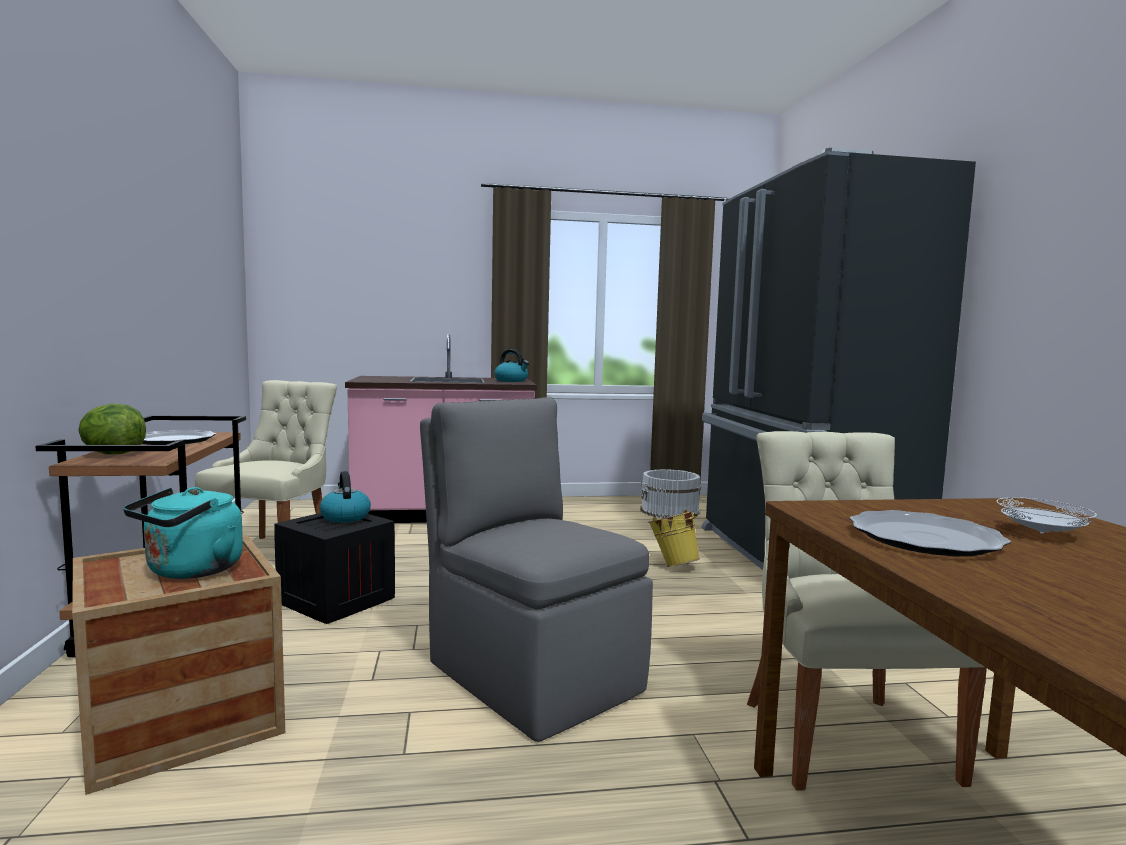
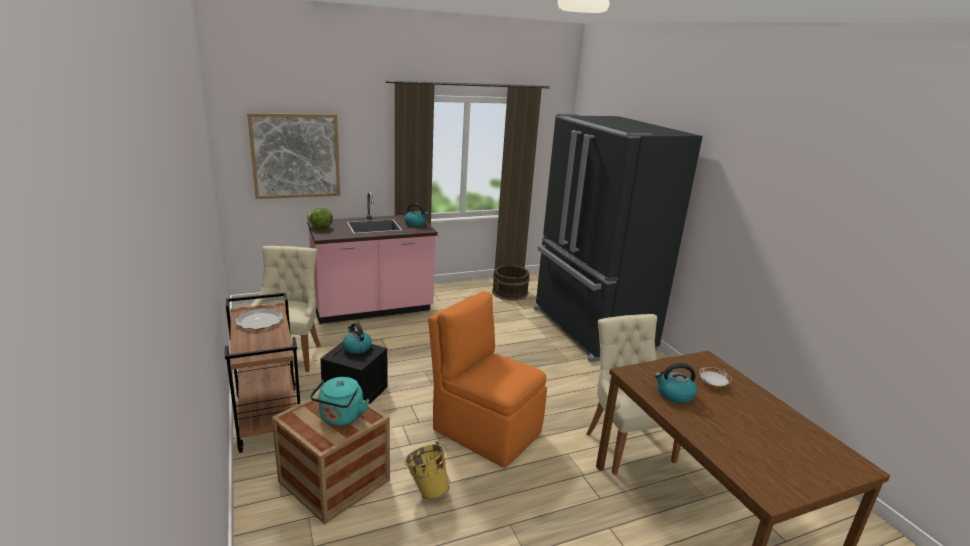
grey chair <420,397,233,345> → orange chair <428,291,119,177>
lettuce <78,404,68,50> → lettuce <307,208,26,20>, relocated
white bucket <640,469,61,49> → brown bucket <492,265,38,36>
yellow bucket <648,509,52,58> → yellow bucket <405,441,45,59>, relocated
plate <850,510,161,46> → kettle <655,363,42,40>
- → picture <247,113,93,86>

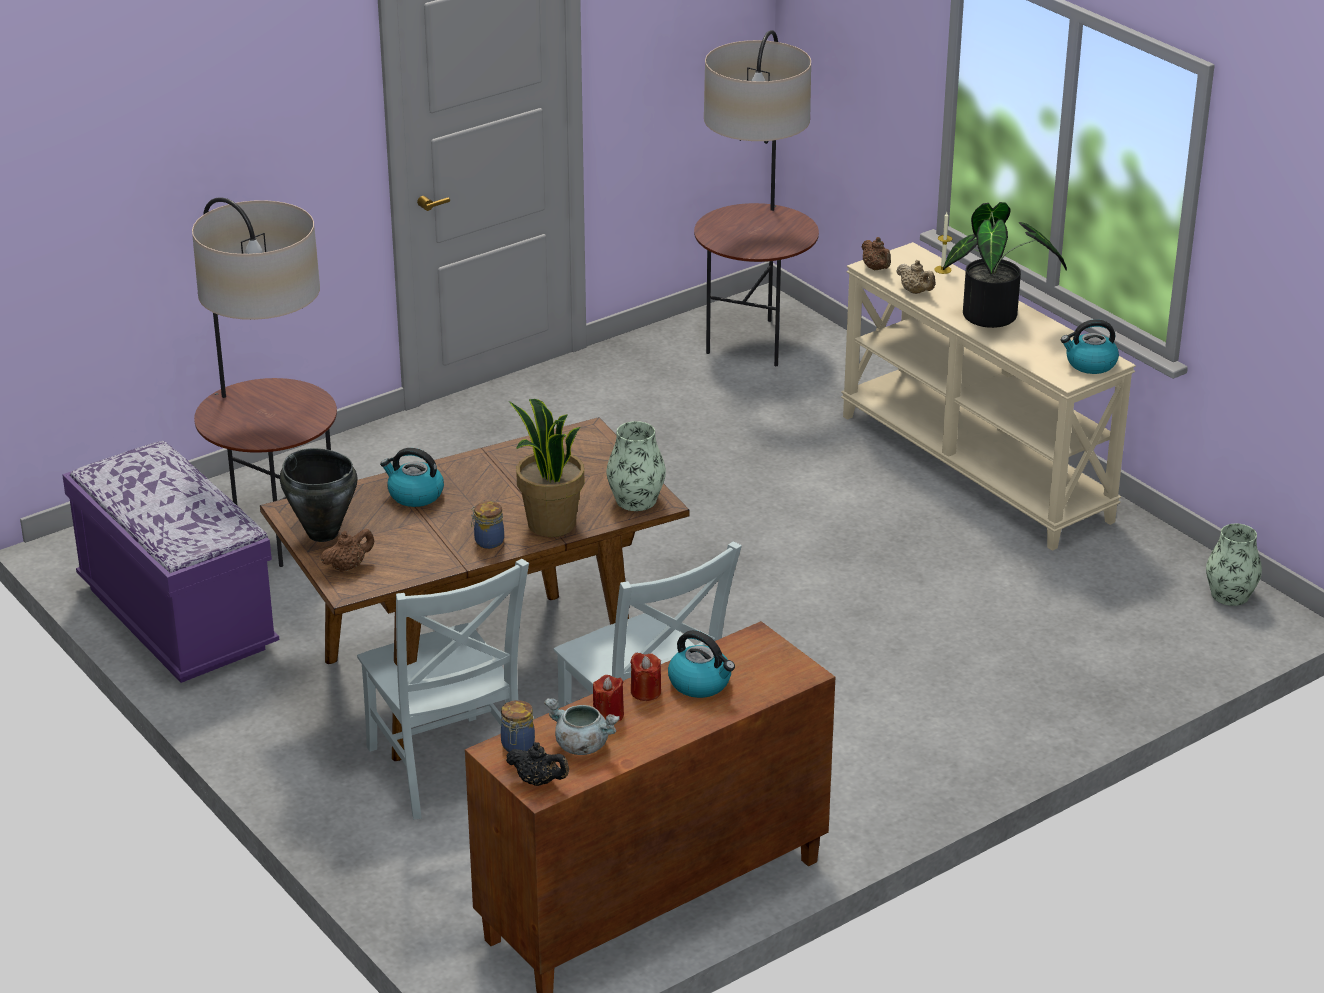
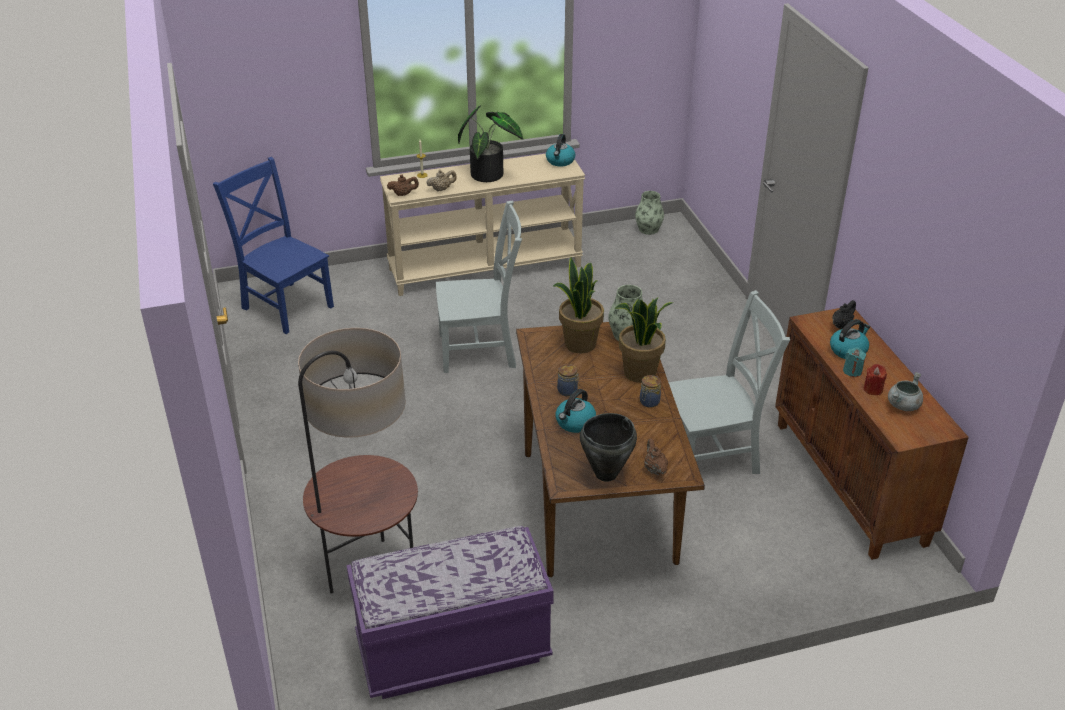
floor lamp <694,30,125,336> → blue chair <213,157,121,177>
grey chair <357,559,172,260> → grey chair <436,201,86,172>, relocated
red candle <630,653,31,48> → turquoise candle <843,347,23,30>
jar <501,700,34,52> → jar <557,364,22,32>, relocated
black teapot <506,742,63,44> → black teapot <832,300,24,29>, relocated
- → potted plant <553,257,51,97>

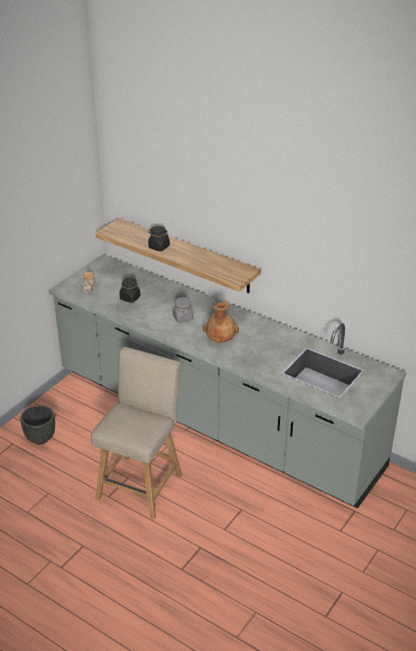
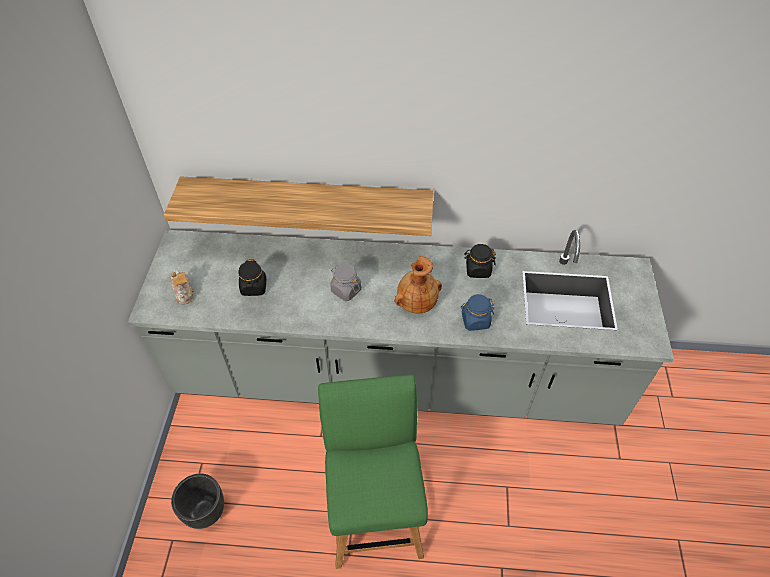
black jar <148,226,22,25> → black jar <464,244,32,34>, relocated
beige chair <91,347,91,172> → green chair <318,375,110,194>
- → blue jar <460,294,34,37>

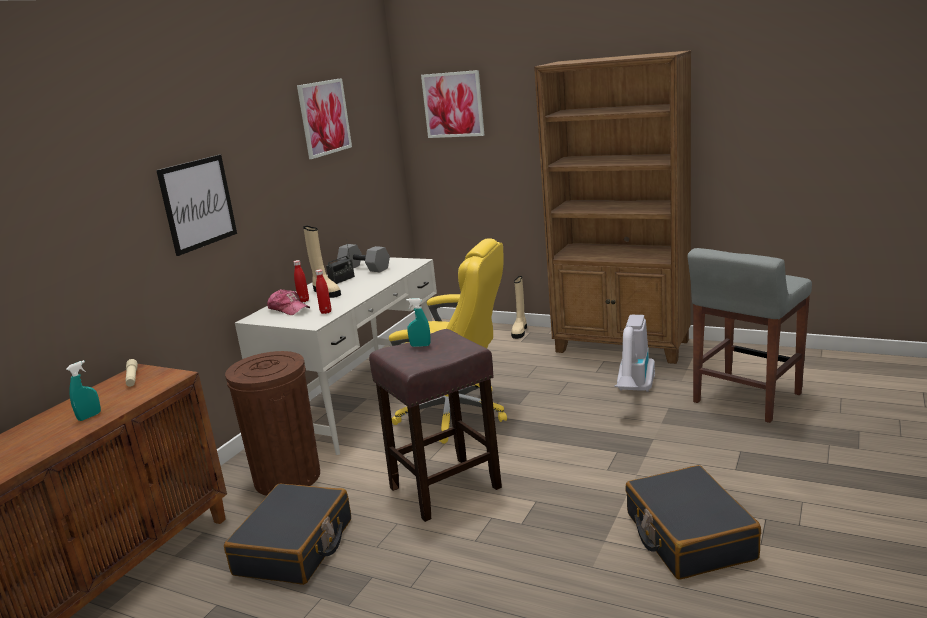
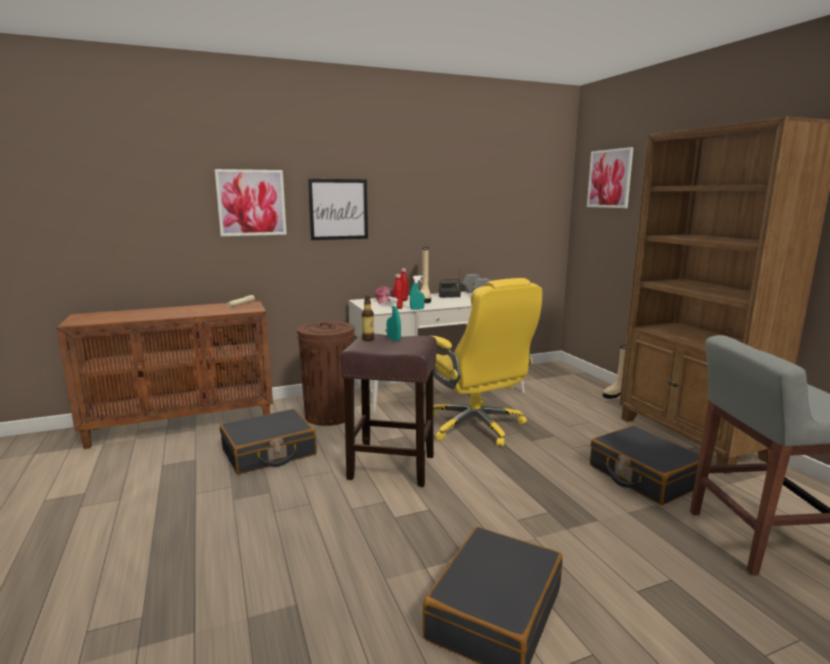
picture <297,78,55,81> → picture <215,169,72,67>, relocated
vacuum cleaner <614,315,41,77> → black suitcase <590,425,110,80>
turquoise spray bottle <66,360,35,61> → turquoise spray bottle <410,276,15,34>, relocated
- → bottle <362,296,13,45>

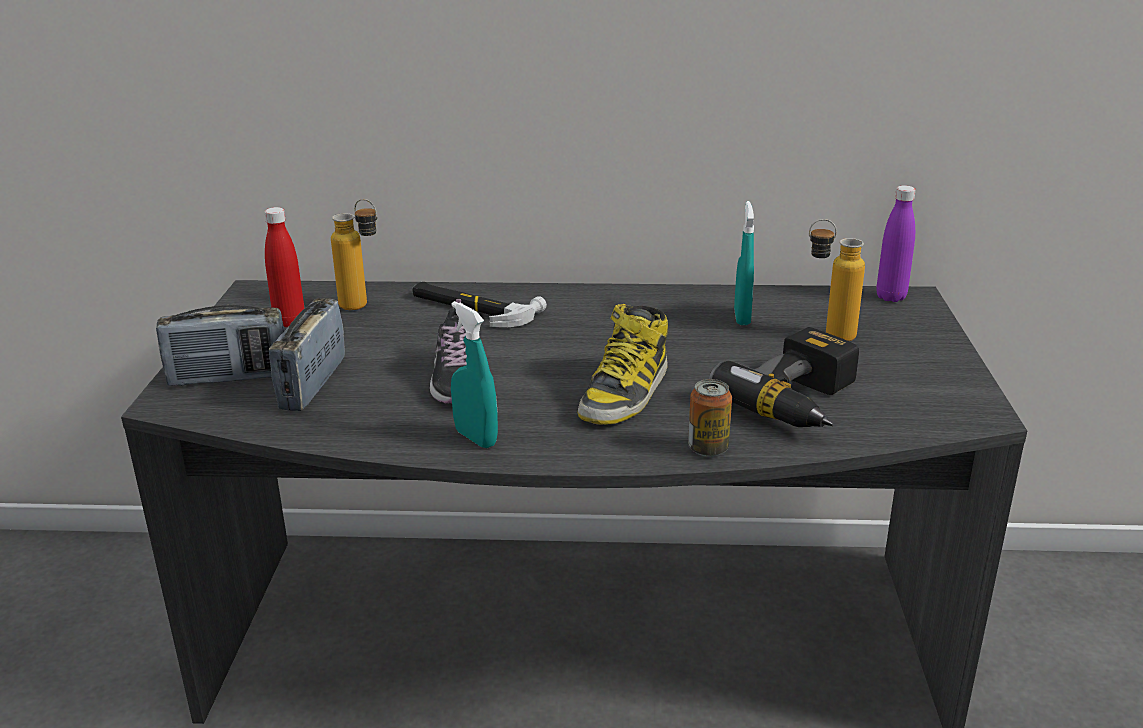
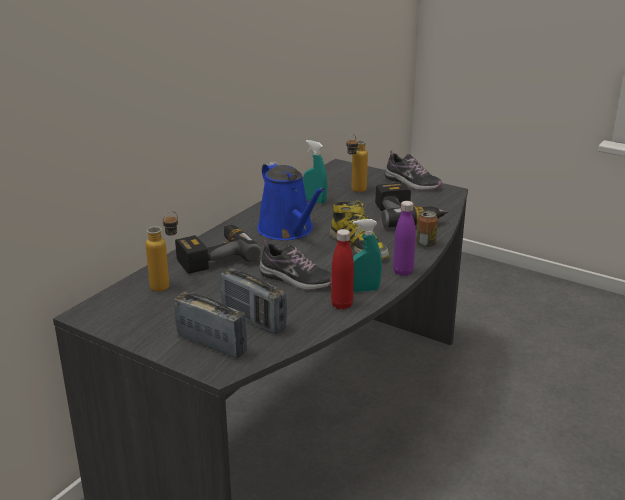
purple bottle <876,186,40,116> → purple bottle <393,201,23,75>, relocated
red bottle <264,207,41,120> → red bottle <331,229,23,81>, relocated
hammer <412,282,135,45> → power drill <175,225,86,49>
radio <156,305,128,81> → radio <174,291,73,68>, 75 degrees counterclockwise
- → shoe <384,150,58,40>
- → blue watering can <257,161,68,79>

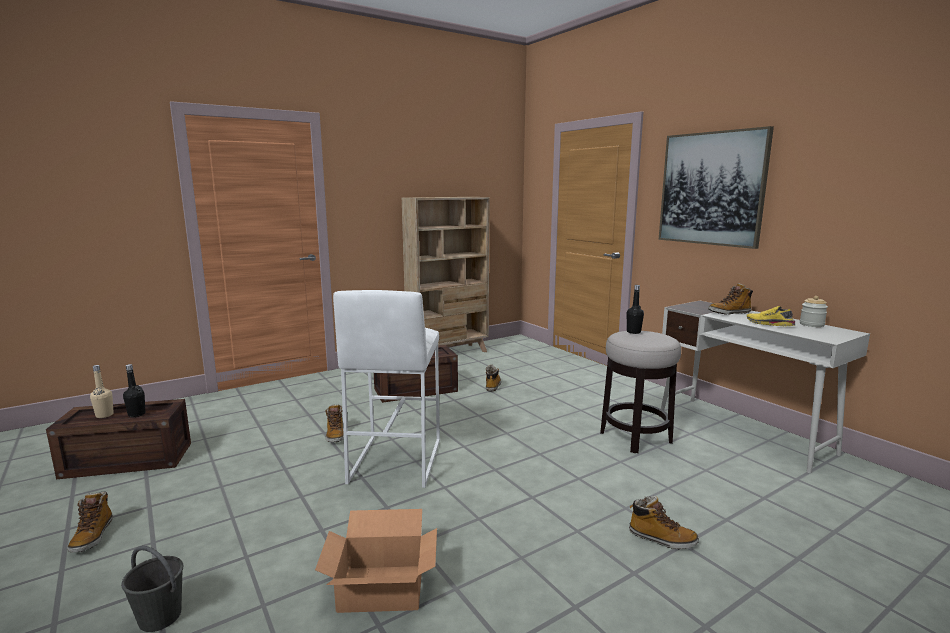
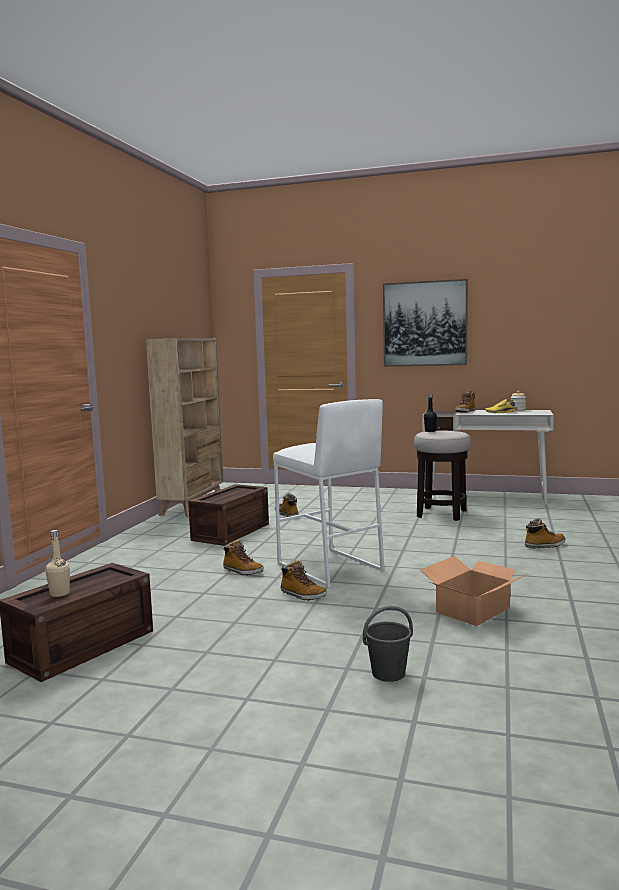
black bottle <123,364,22,53> → -
boot <67,491,46,62> → boot <281,560,46,41>, relocated

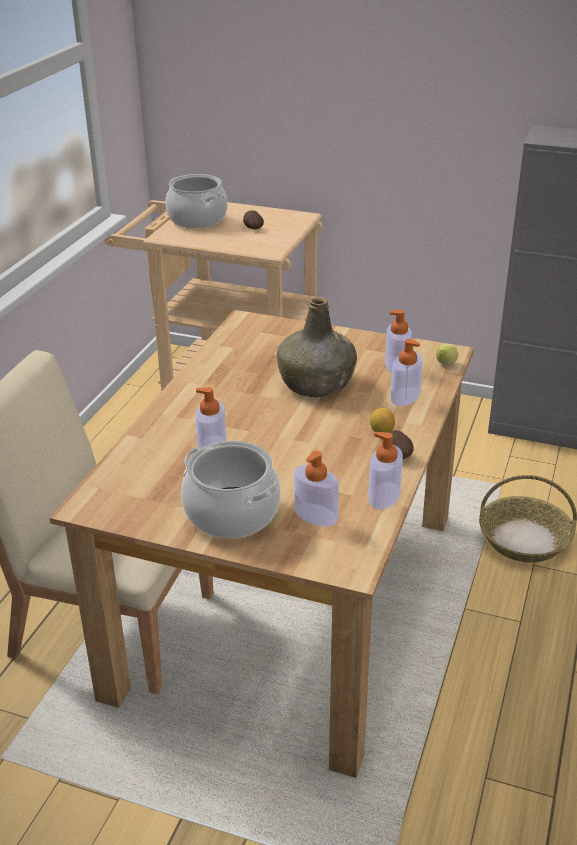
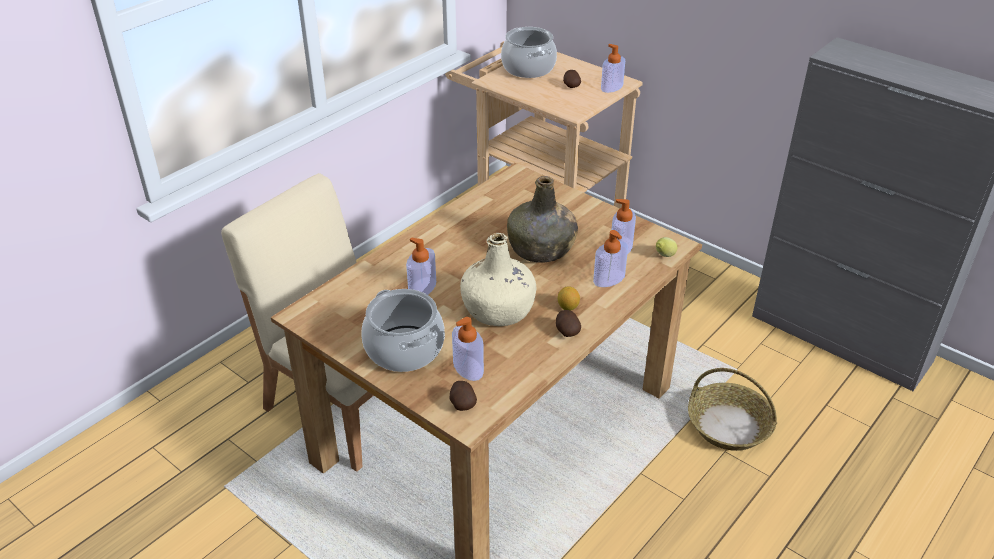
soap dispenser <369,432,34,78> → soap dispenser <601,44,24,49>, relocated
- → beige bottle <460,233,76,93>
- → potato <450,381,27,30>

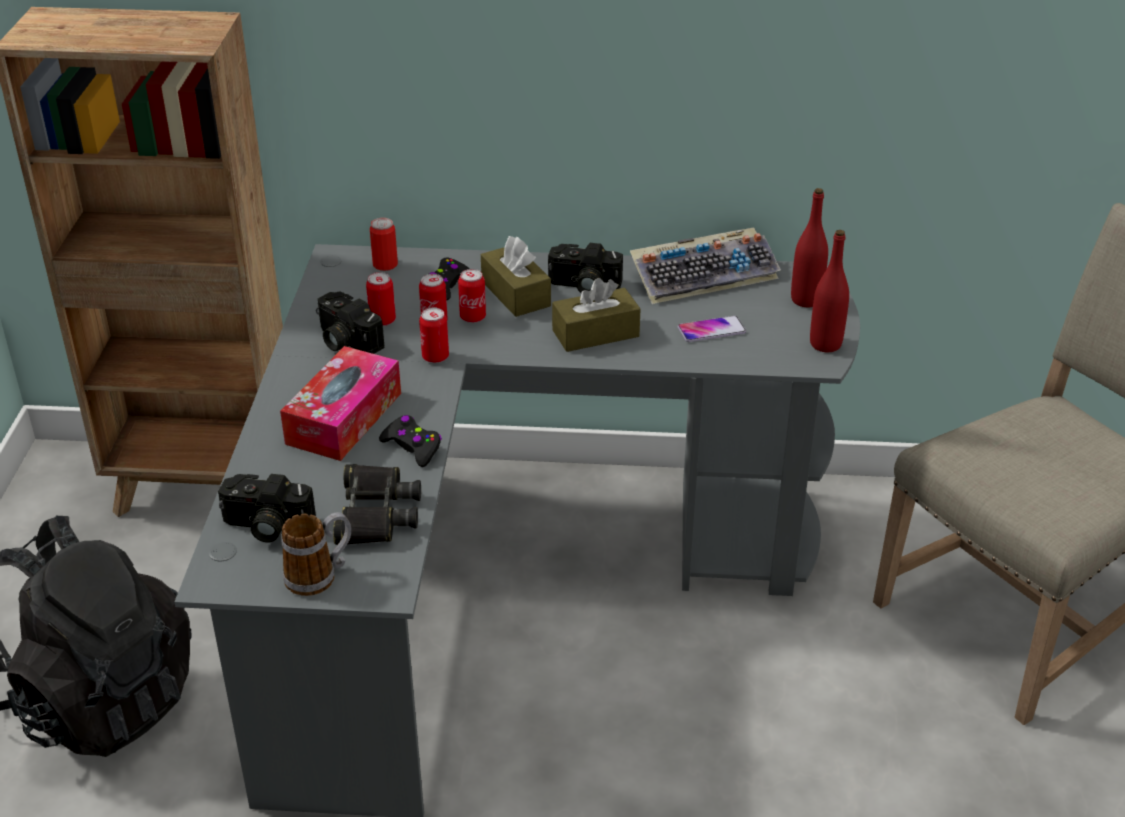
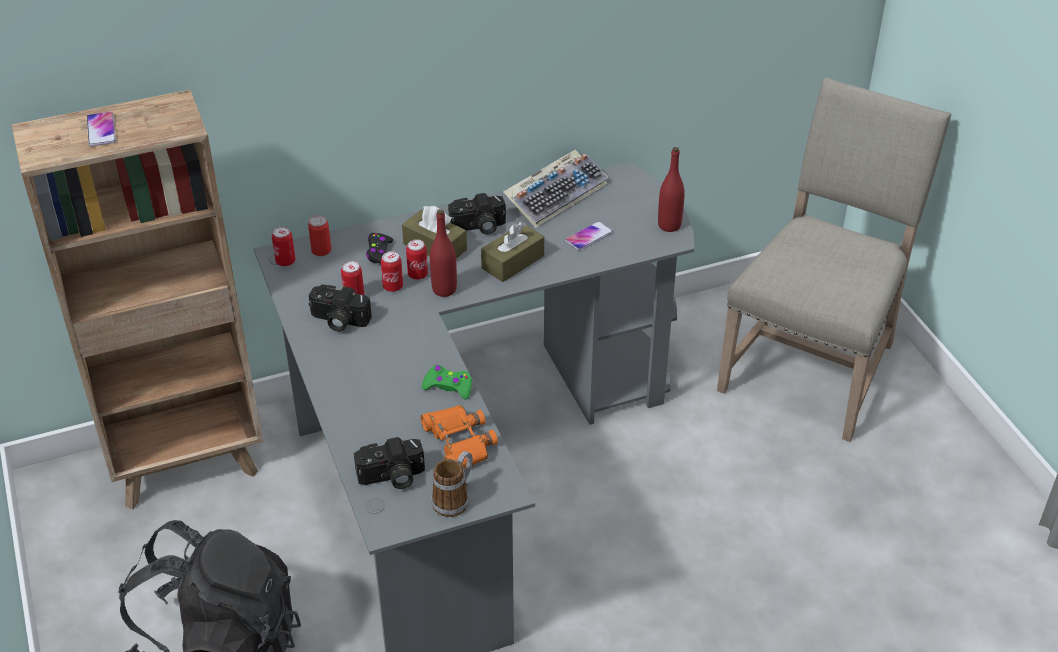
red bottle <791,188,37,119> → red bottle <430,209,27,88>, relocated
can <419,307,30,56> → can <272,226,24,40>, relocated
tissue box <280,346,121,115> → -
black game controller <379,415,63,52> → green game controller <422,365,50,34>
black binoculars <333,464,88,81> → orange binoculars <421,405,77,64>
- → phone <87,112,29,34>

